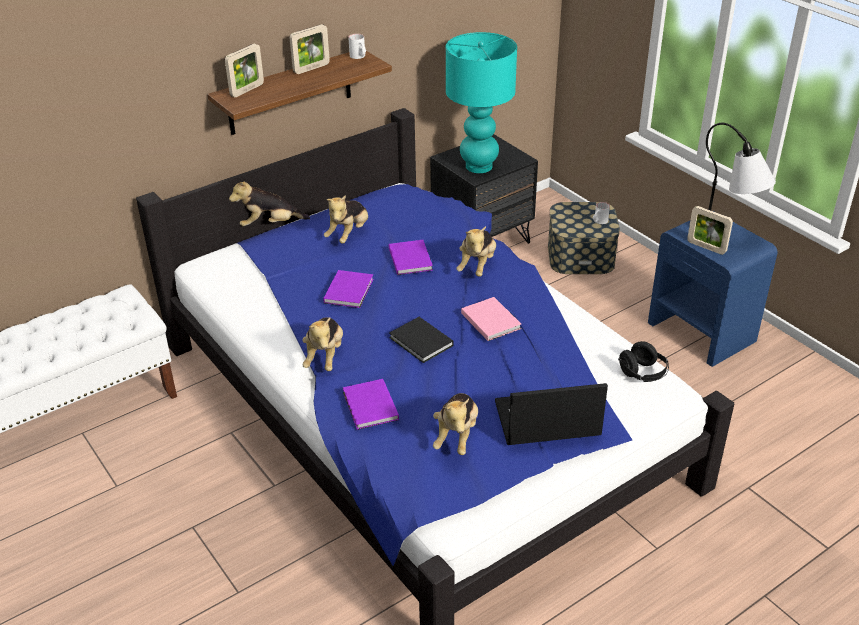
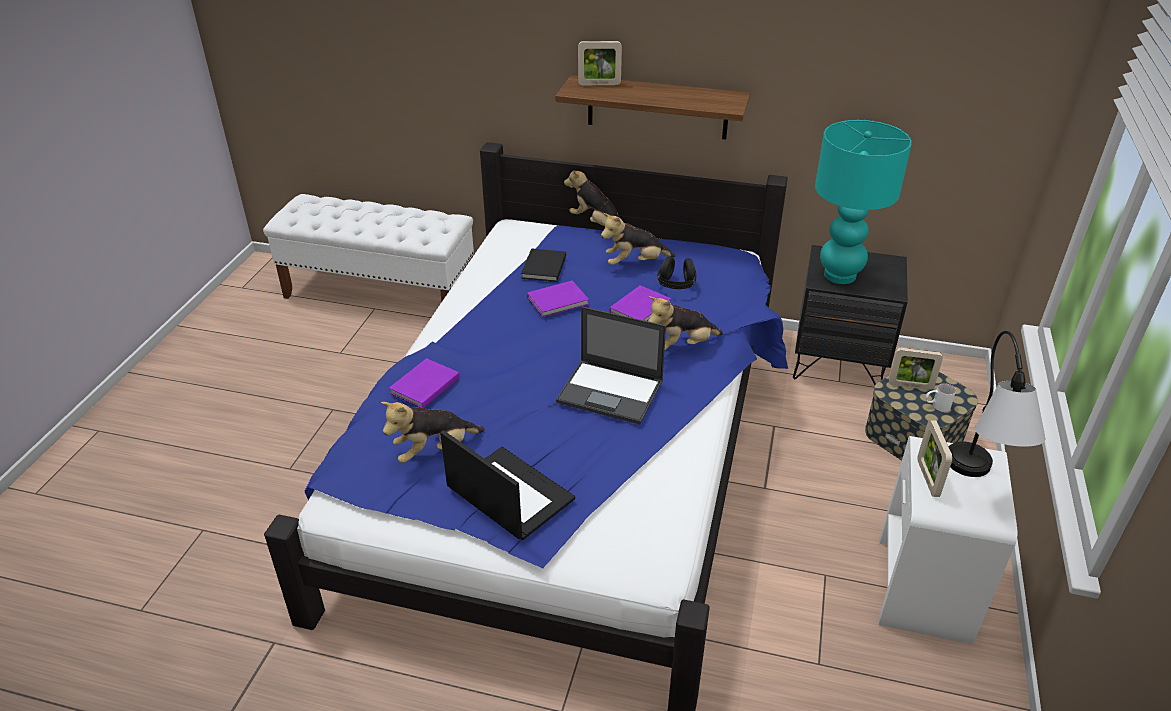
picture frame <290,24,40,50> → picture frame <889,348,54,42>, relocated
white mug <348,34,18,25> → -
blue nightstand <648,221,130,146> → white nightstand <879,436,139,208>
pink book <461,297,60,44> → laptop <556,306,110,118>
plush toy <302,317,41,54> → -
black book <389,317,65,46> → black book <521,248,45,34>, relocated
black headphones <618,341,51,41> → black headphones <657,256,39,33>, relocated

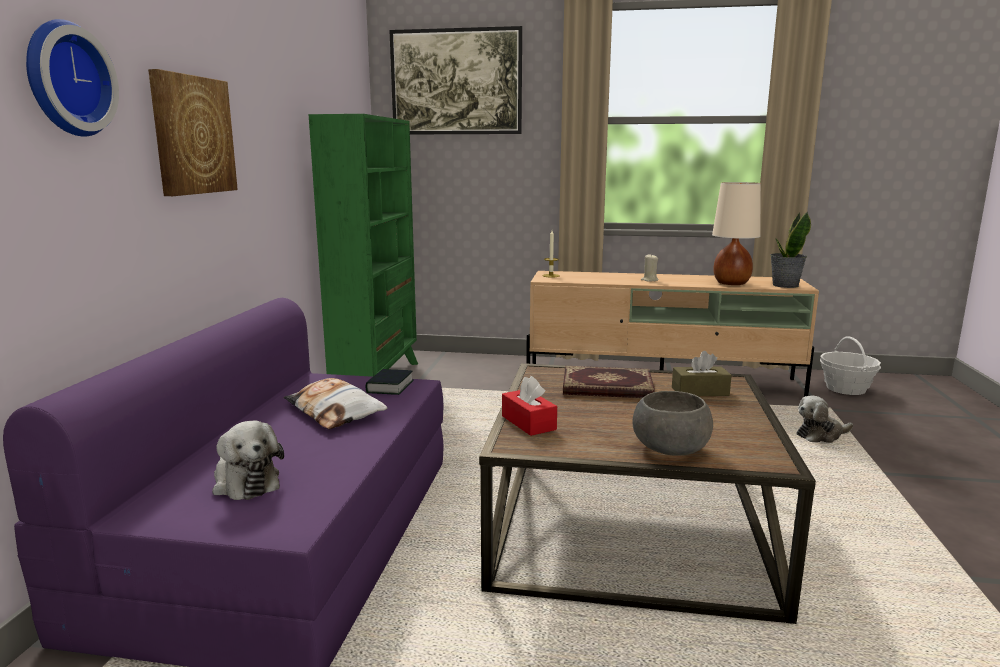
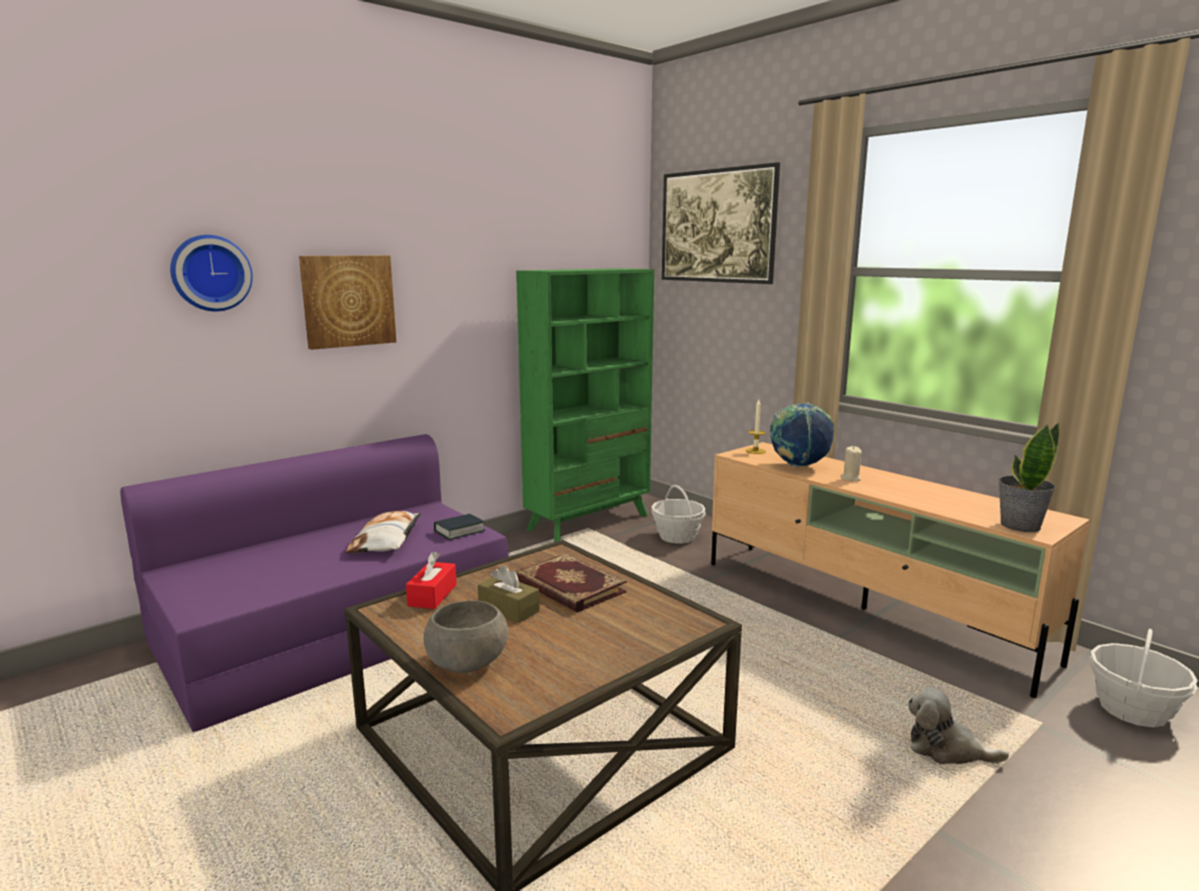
beige table lamp <712,182,49,103> → -
brown tissue box <672,351,60,45> → brown tissue box <478,565,62,58>, relocated
plush toy <212,421,72,79> → -
- → globe <770,403,65,64>
- → basket <651,485,55,59>

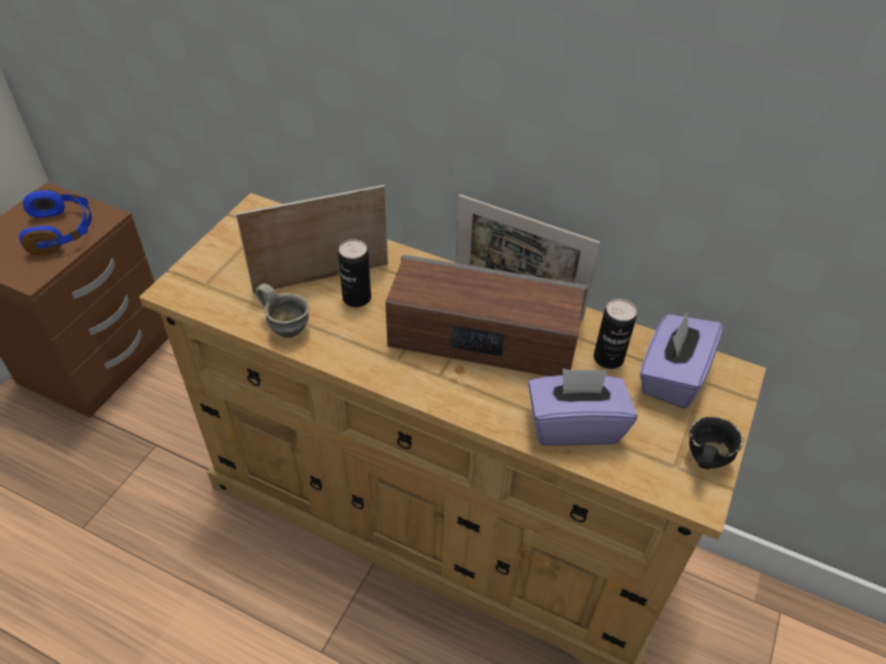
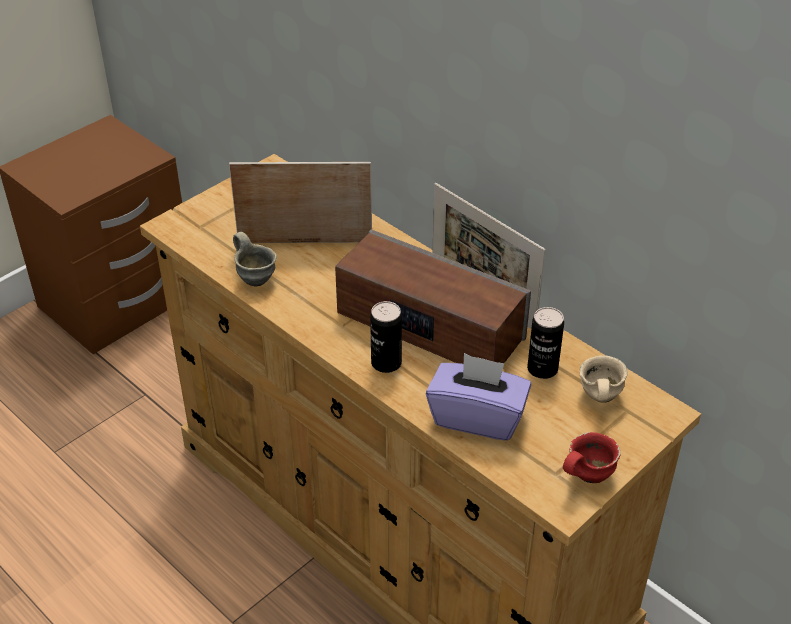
blue headphones <19,189,73,66> → -
can <338,239,33,68> → can <370,301,32,72>, relocated
purple tissue box <640,313,83,96> → beige mug <579,355,49,48>
black mug <689,417,54,52> → red mug <563,432,58,51>

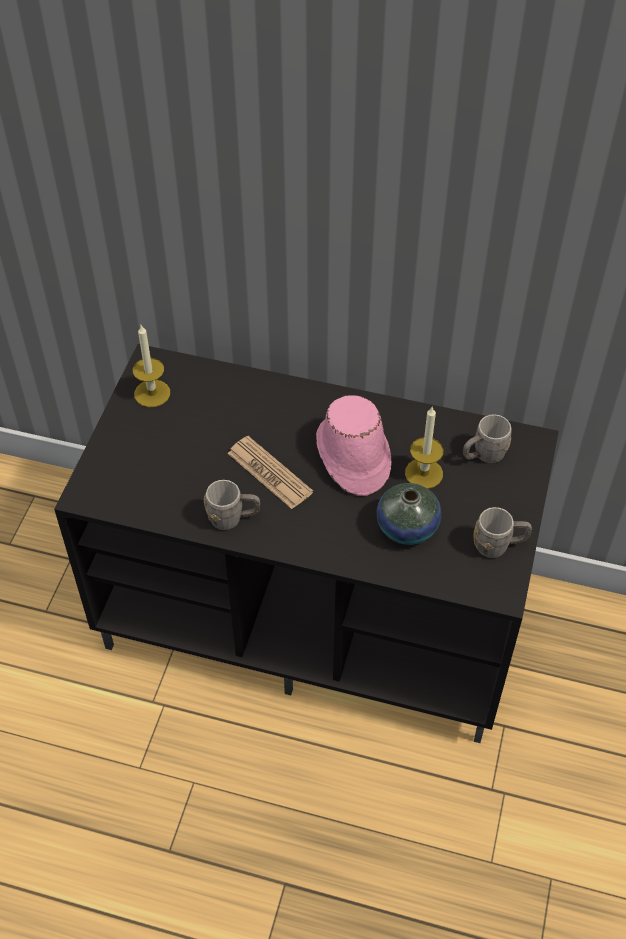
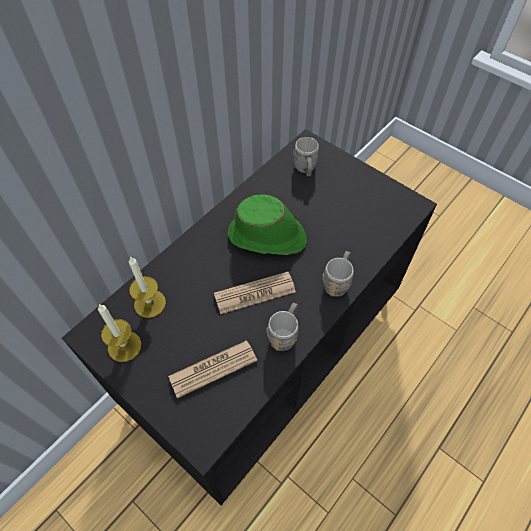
pink hat <316,395,75,101> → green hat <228,195,79,60>
candle <405,407,38,82> → candle <129,256,37,62>, relocated
vase <377,483,64,62> → -
grey mug <474,507,58,51> → grey mug <322,251,32,46>, relocated
- → newspaper <168,340,89,58>

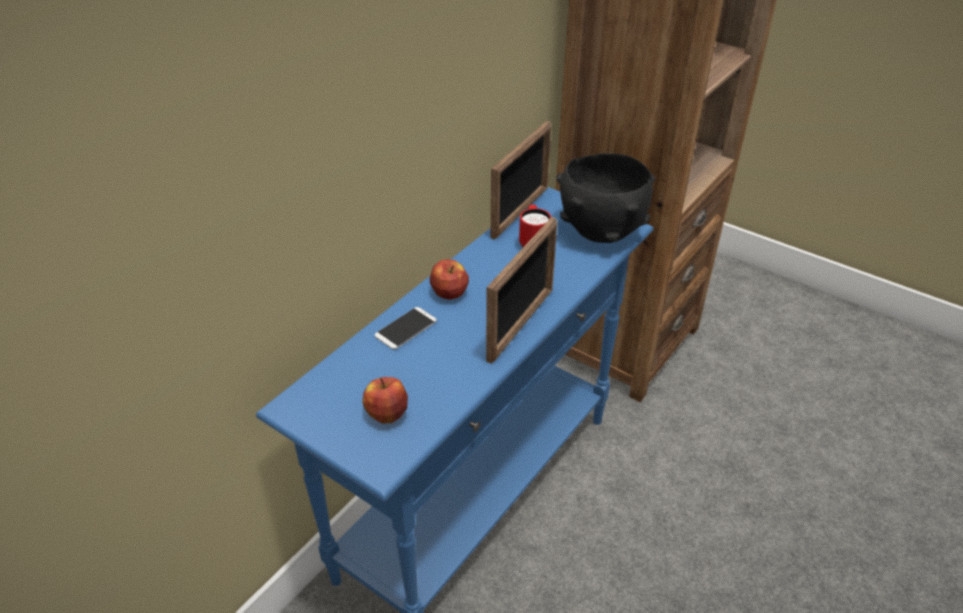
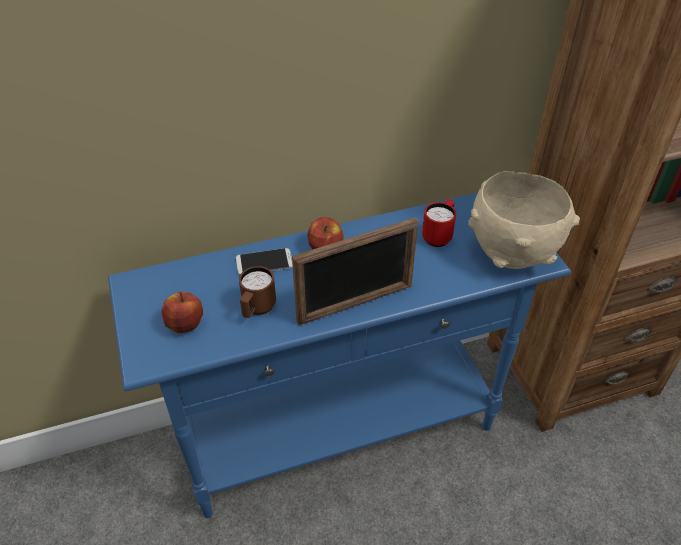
picture frame <491,121,60,119> → -
black bowl <556,153,100,90> → beige bowl <468,171,112,98>
- → brown mug <239,266,37,52>

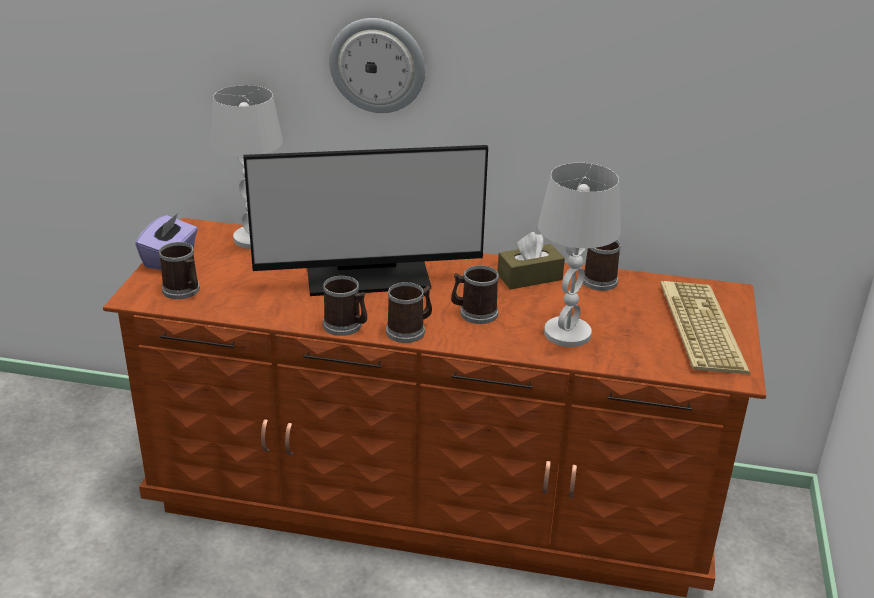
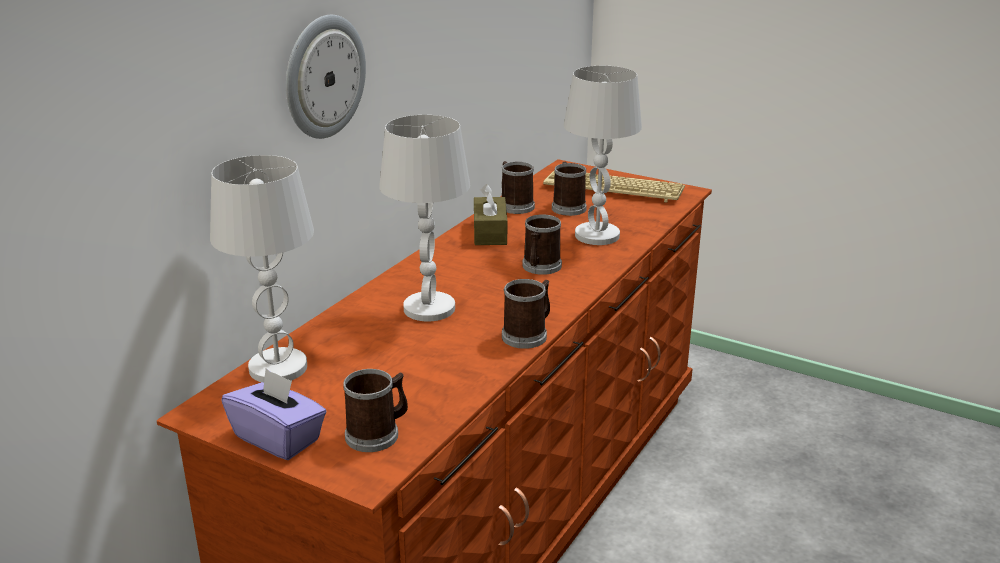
monitor <243,145,245,151> → white table lamp <379,115,92,207>
mug <386,282,46,61> → mug <552,162,35,54>, relocated

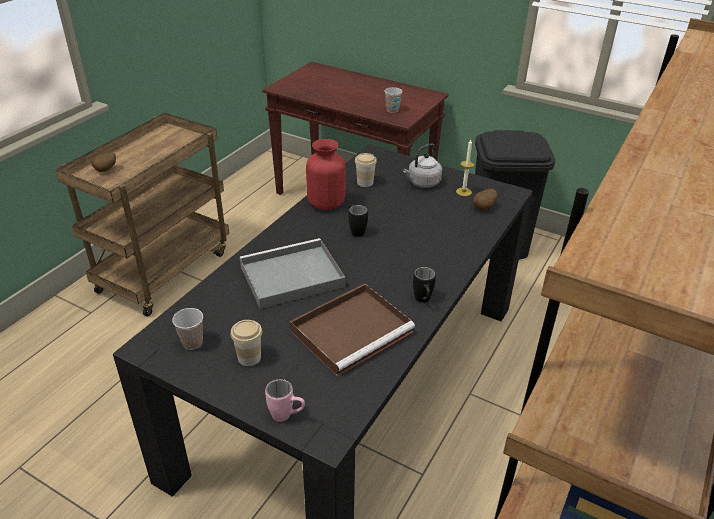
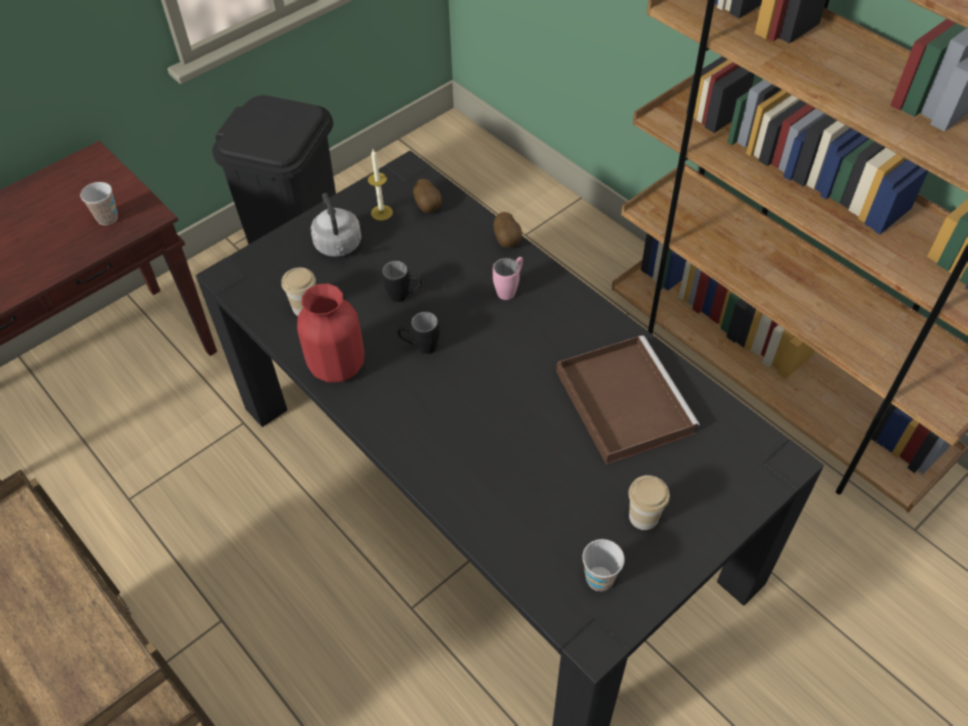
potato <91,153,25,19> → potato <494,212,28,36>, relocated
grey tray <240,238,105,71> → -
black mug <413,267,23,36> → black mug <382,261,40,41>, relocated
pink mug <265,379,40,43> → pink mug <493,257,30,43>, relocated

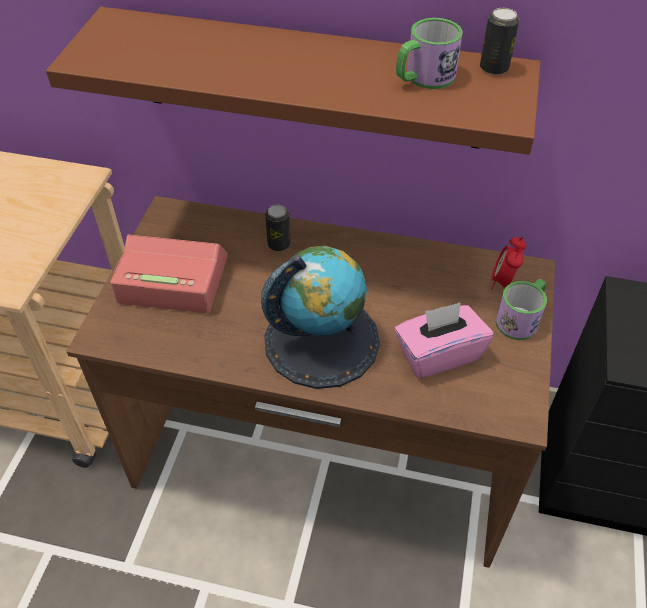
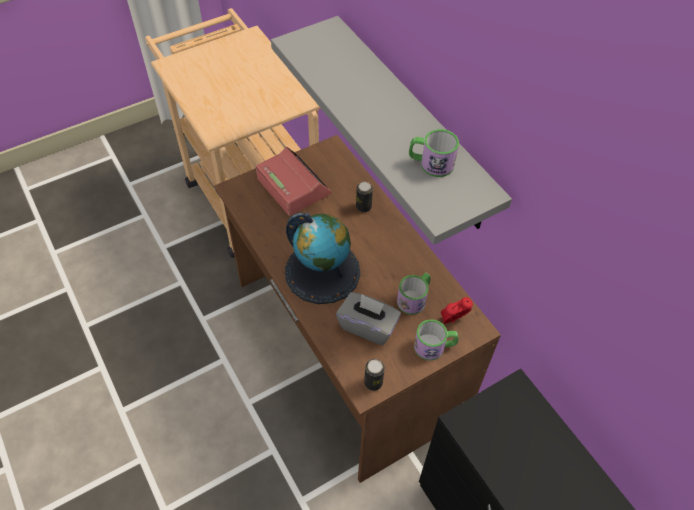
brown shelf <46,7,495,148> → grey shelf <271,16,241,229>
can <480,8,40,67> → can <364,359,21,32>, relocated
pink tissue box <395,303,98,75> → grey tissue box <336,292,65,53>
- → mug <397,273,34,42>

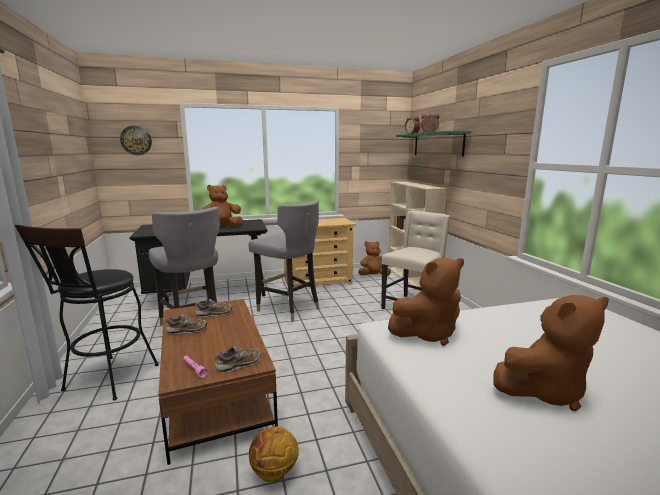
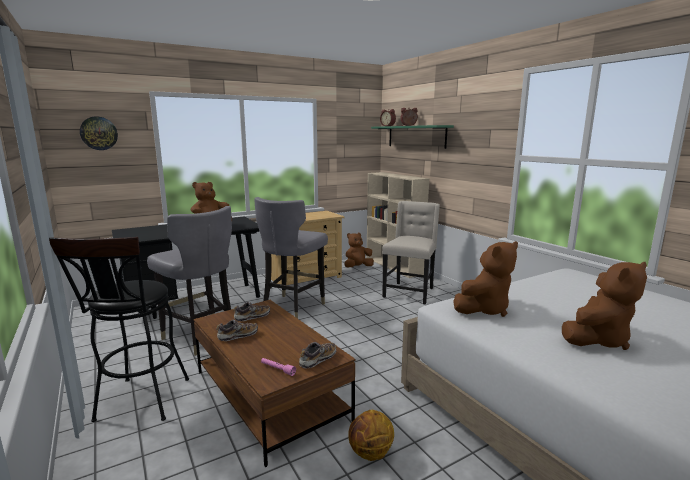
grey chair <248,199,72,123> → grey chair <254,197,74,122>, 90 degrees clockwise

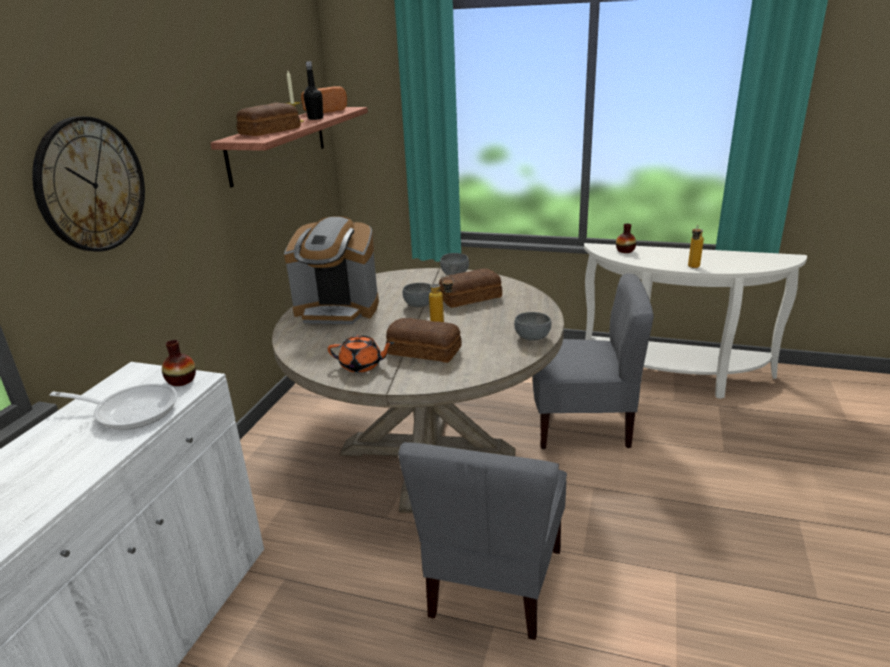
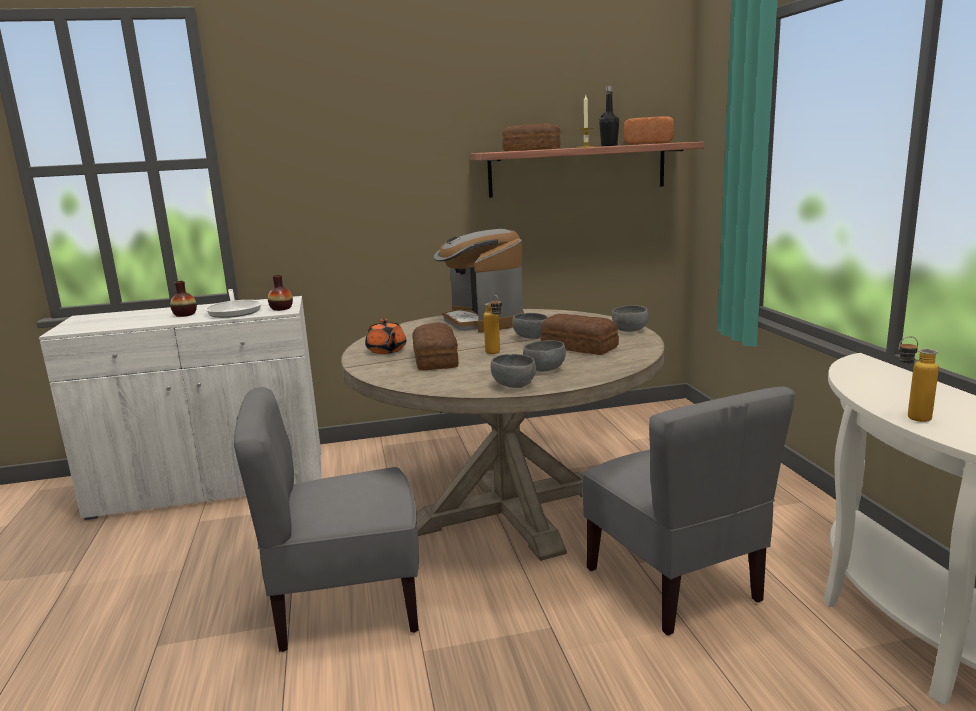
wall clock <32,116,113,135> → -
vase <616,224,20,29> → vase <170,281,27,36>, relocated
- → grey bowl <523,340,43,32>

